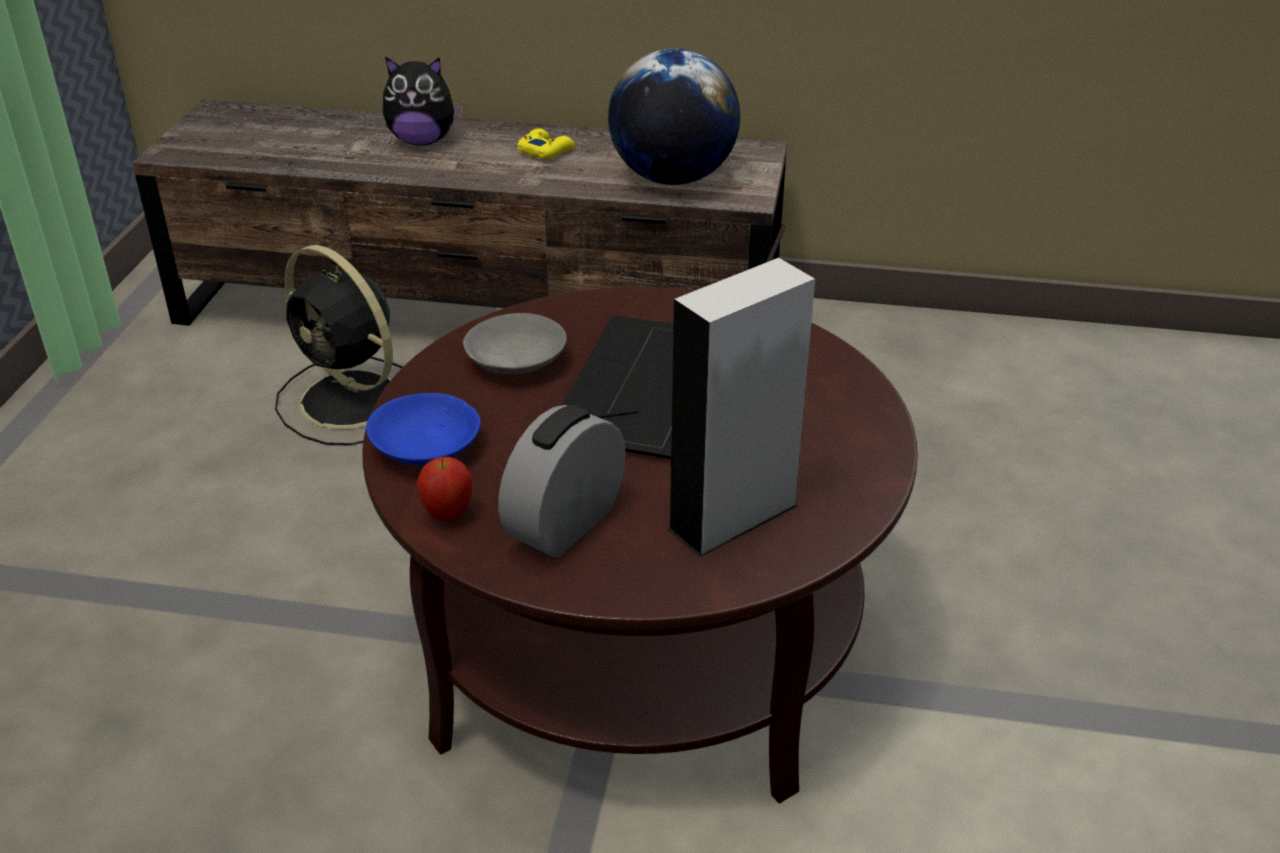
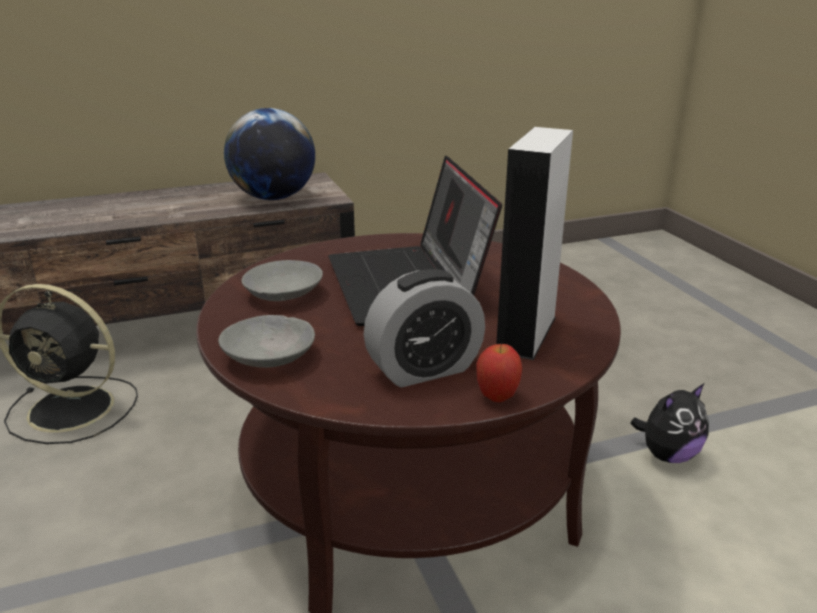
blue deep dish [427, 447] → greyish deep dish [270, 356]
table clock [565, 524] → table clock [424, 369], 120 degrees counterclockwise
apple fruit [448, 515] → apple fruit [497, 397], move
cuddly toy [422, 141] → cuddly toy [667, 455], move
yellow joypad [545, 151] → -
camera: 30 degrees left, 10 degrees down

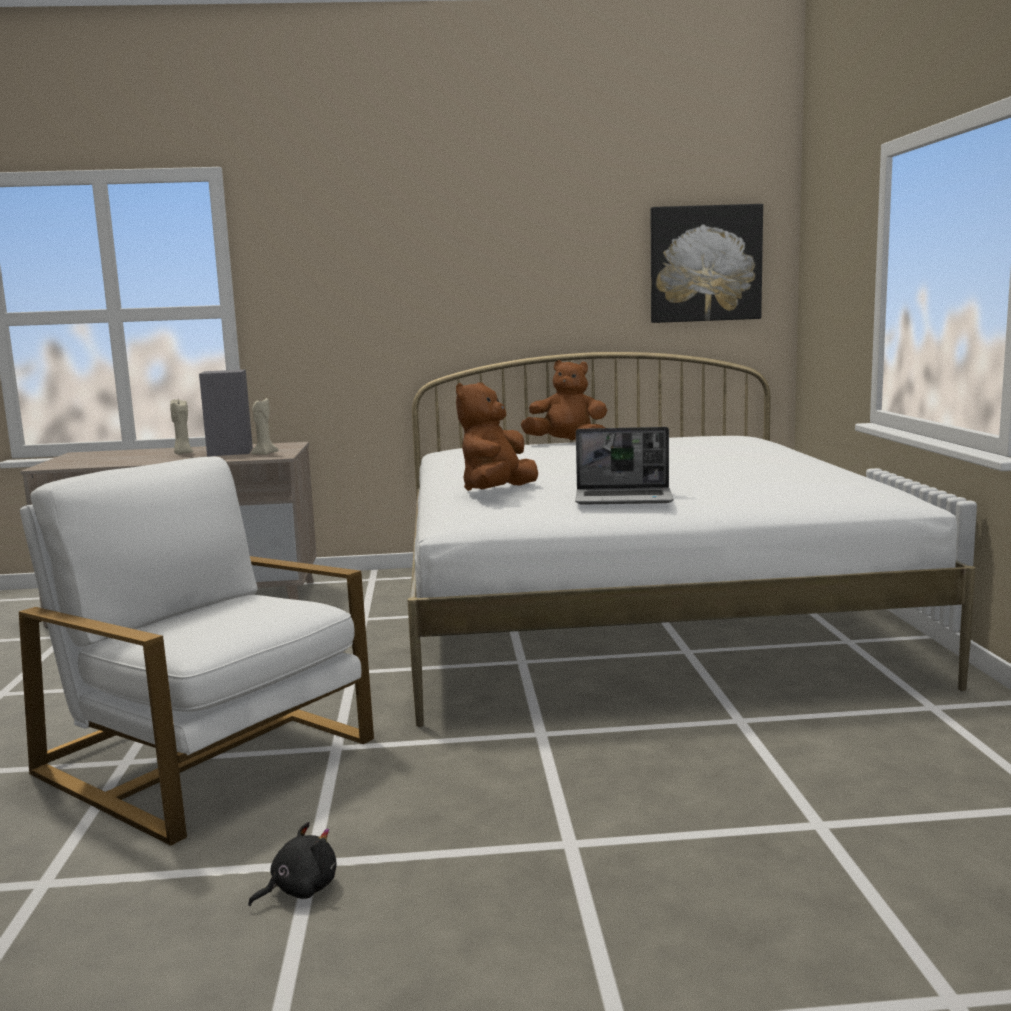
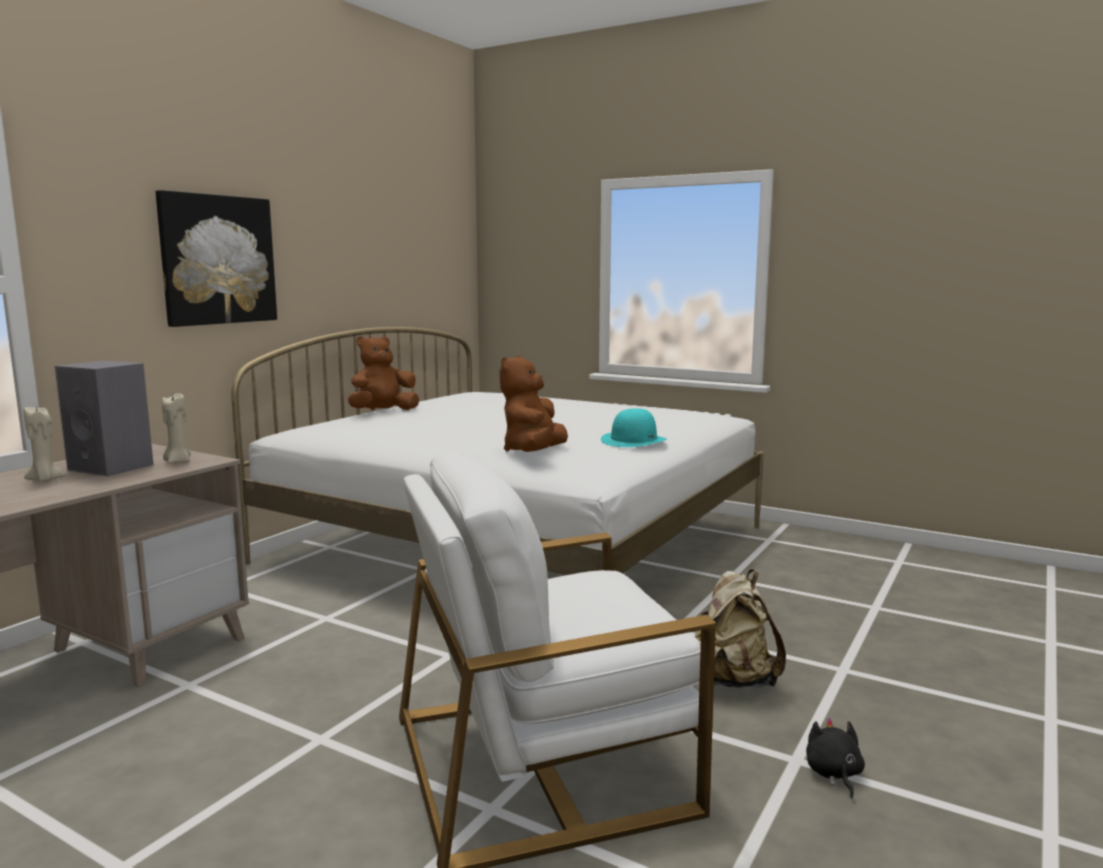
wall art [705, 264] → wall art [217, 260], move
brown-coloured cuddly toy [497, 492] → brown-coloured cuddly toy [533, 452], 45 degrees clockwise
notebook computer [624, 498] → turquoise-coloured wearable hat [633, 440]
- → beige-coloured backpack [732, 680]
camera: 55 degrees left, 0 degrees up

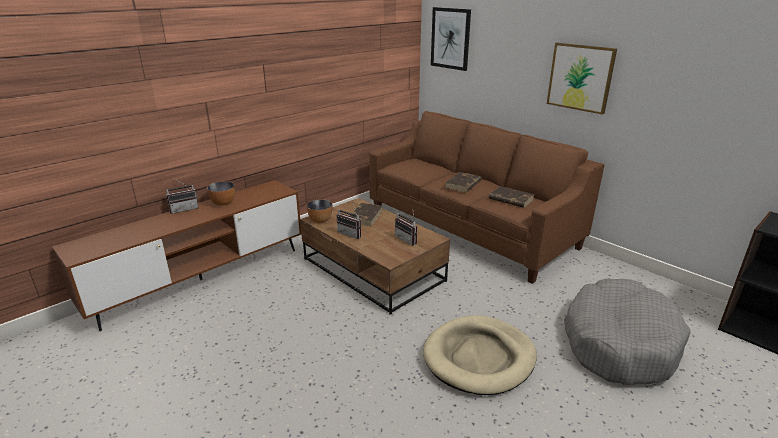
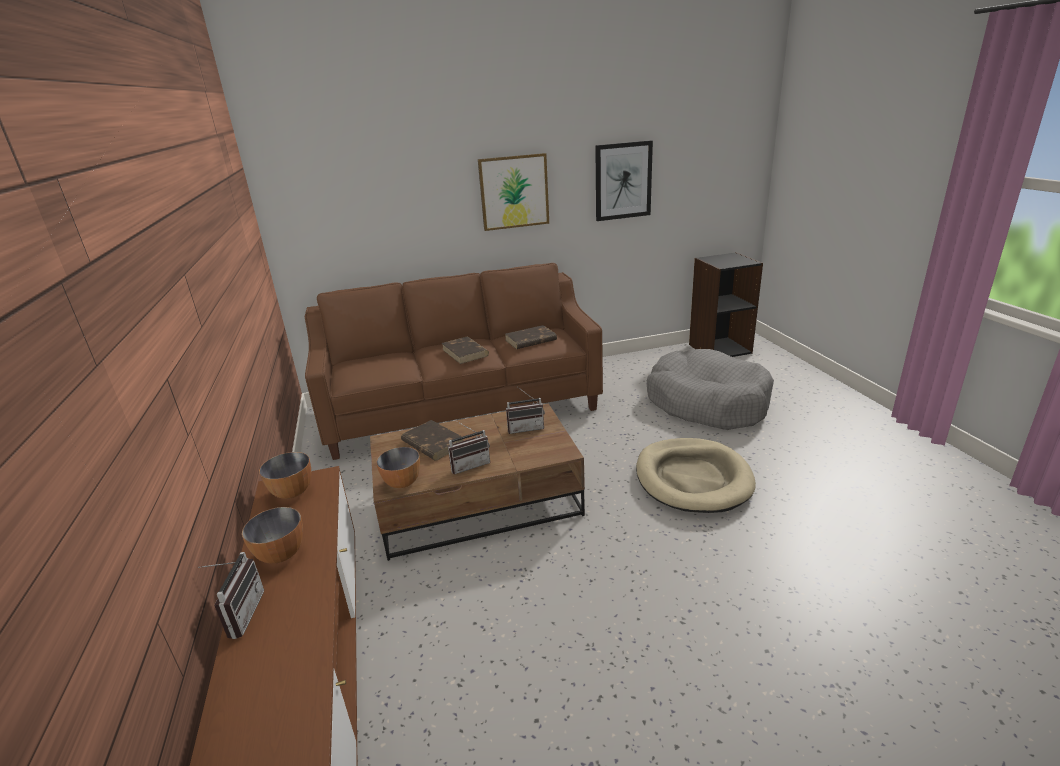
- → deep dish [293, 492]
wall art [450, 38] → wall art [623, 181], move
camera: 60 degrees left, 0 degrees up

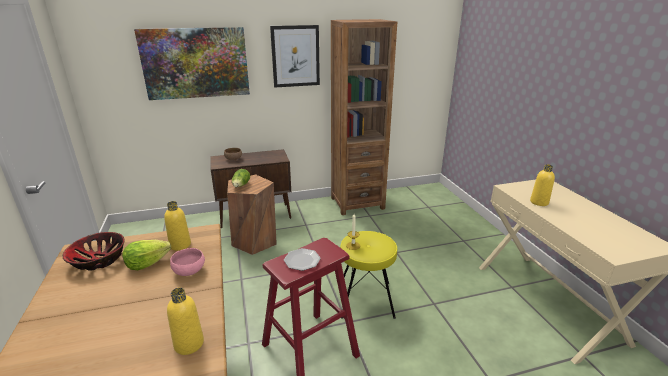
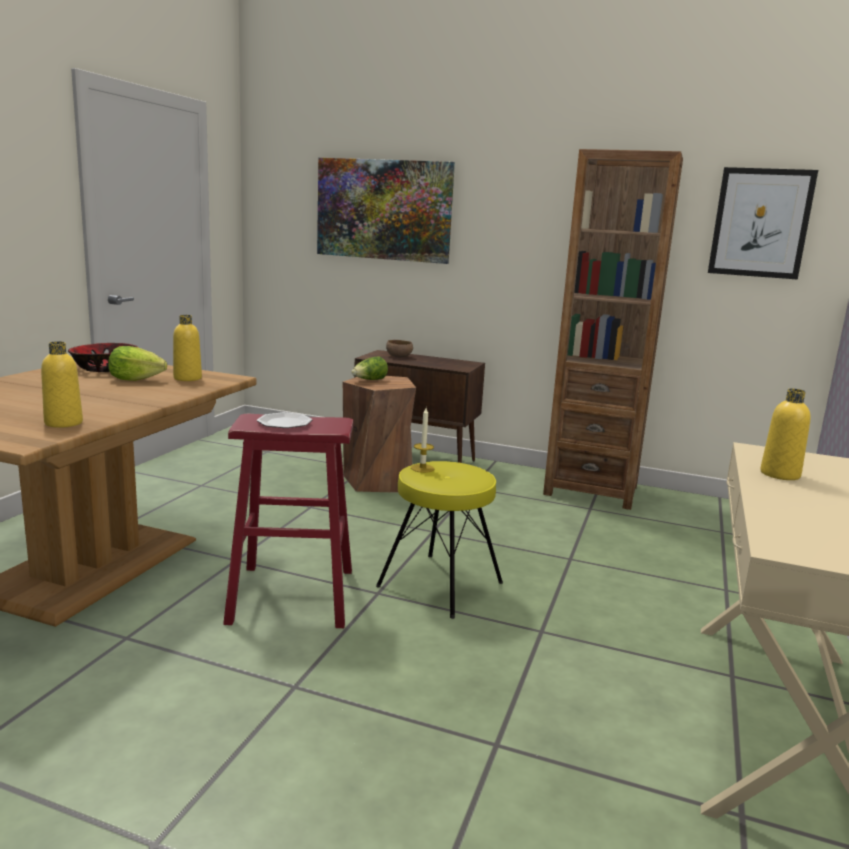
wall art [295, 56] → wall art [760, 223], move
pinkish deep dish [190, 271] → -
camera: 35 degrees right, 10 degrees down

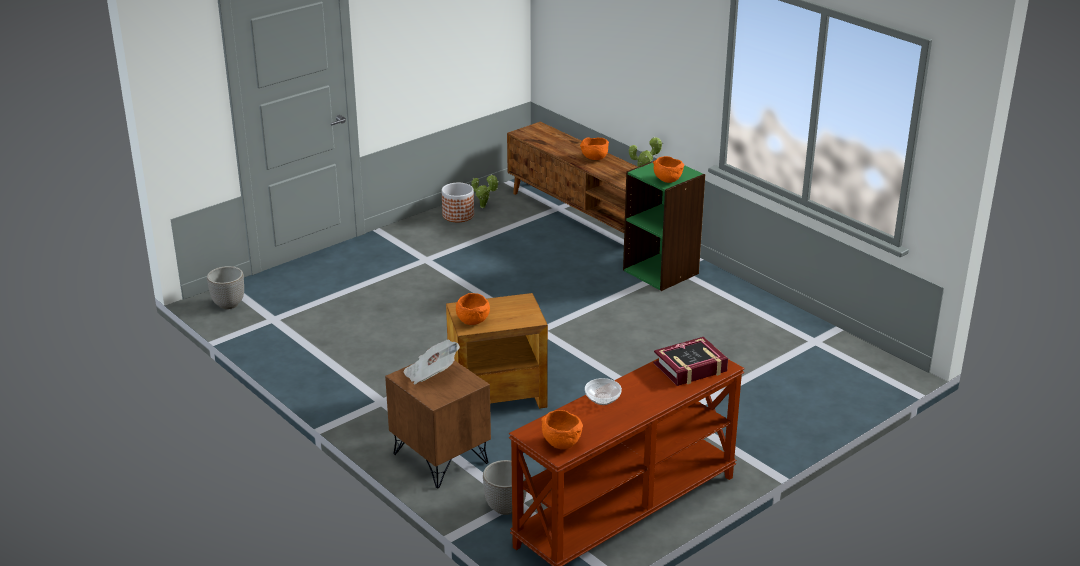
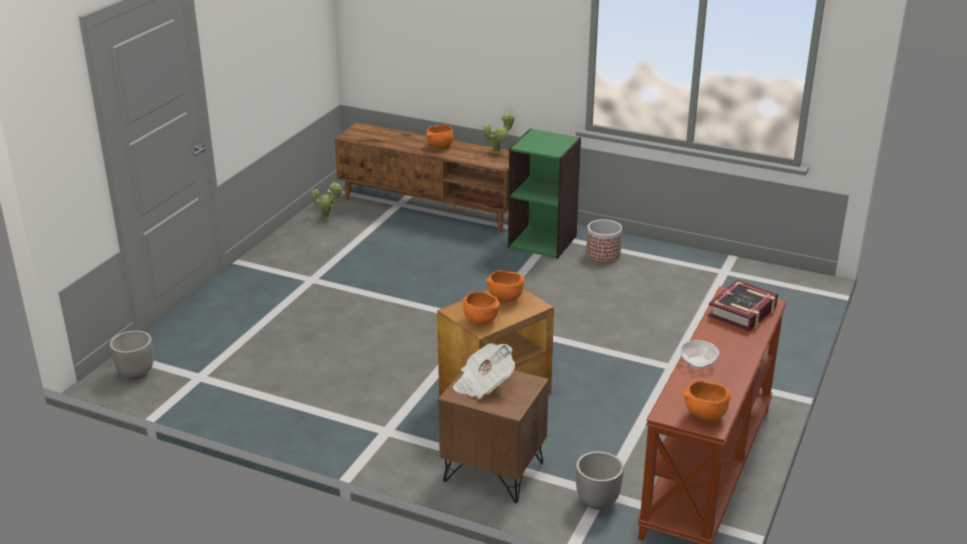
orangey deep dish [666, 180] → orangey deep dish [504, 299], move
planter [458, 215] → planter [602, 255], move
camera: 25 degrees left, 0 degrees up

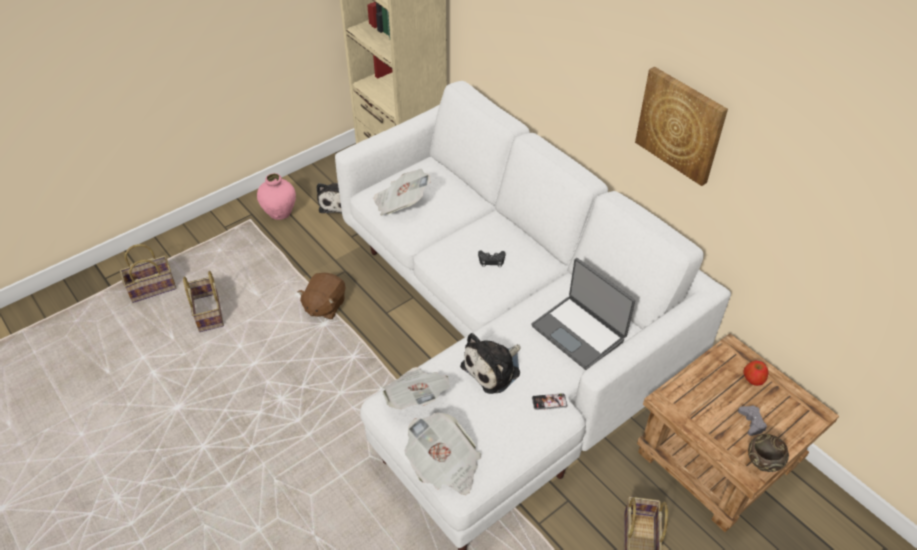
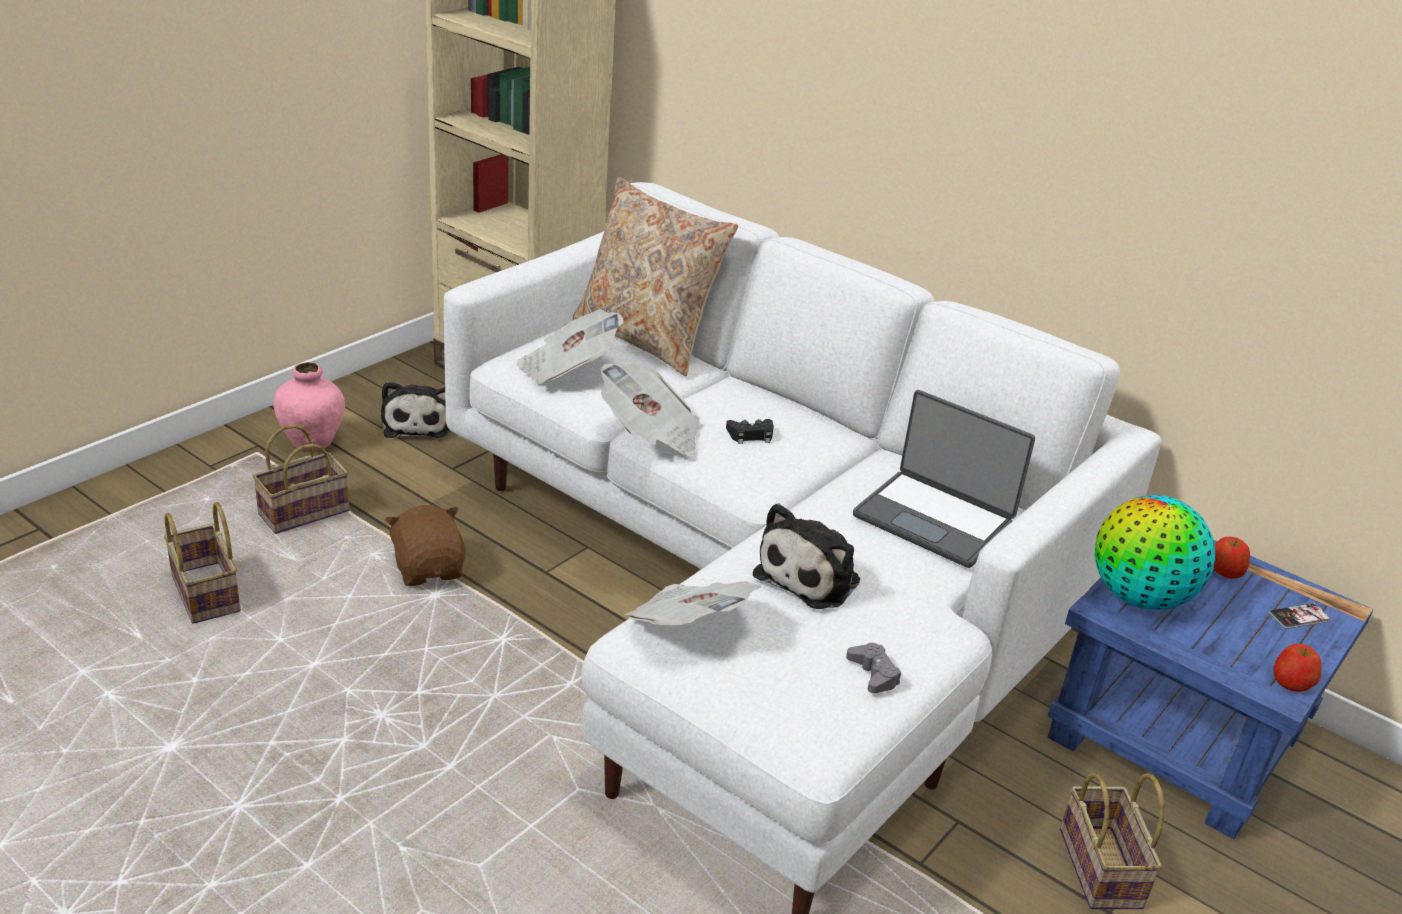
storage basket [153, 287] → storage basket [305, 511], move
brown-coloured cuddly toy [324, 306] → brown-coloured cuddly toy [429, 569], 150 degrees clockwise
- → beige-coloured pillow [647, 339]
newspaper [444, 465] → newspaper [650, 434], move
greyish joypad [751, 422] → greyish joypad [873, 674], move
brown-coloured end table [719, 459] → blue end table [1180, 735]
- → world globe [1139, 598]
phone [549, 402] → phone [1298, 617], move
brown-coloured deep dish [761, 464] → apple fruit [1292, 682]
wall art [681, 125] → -
camera: 15 degrees left, 15 degrees down

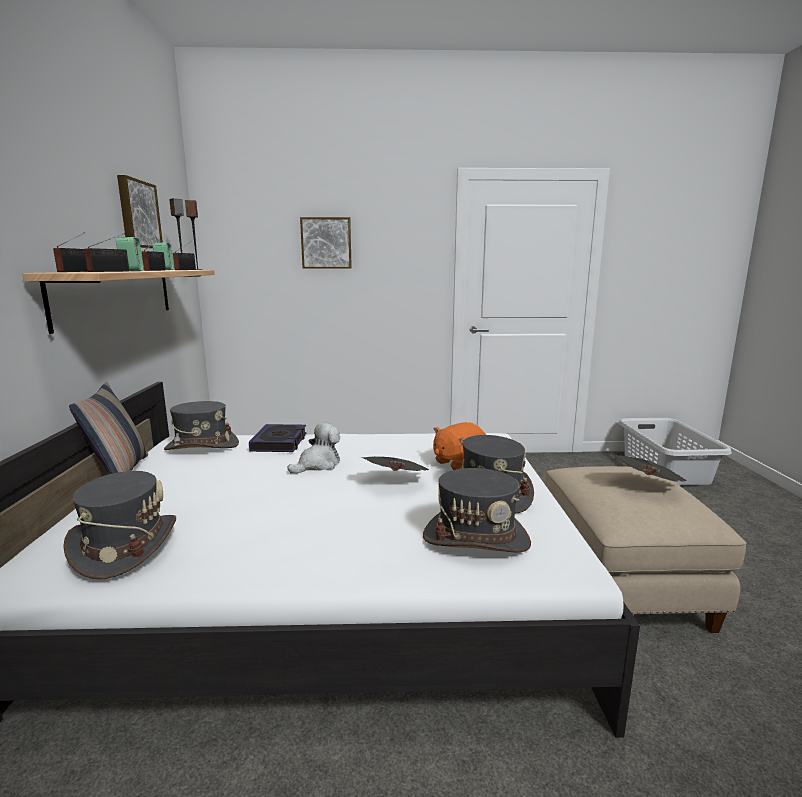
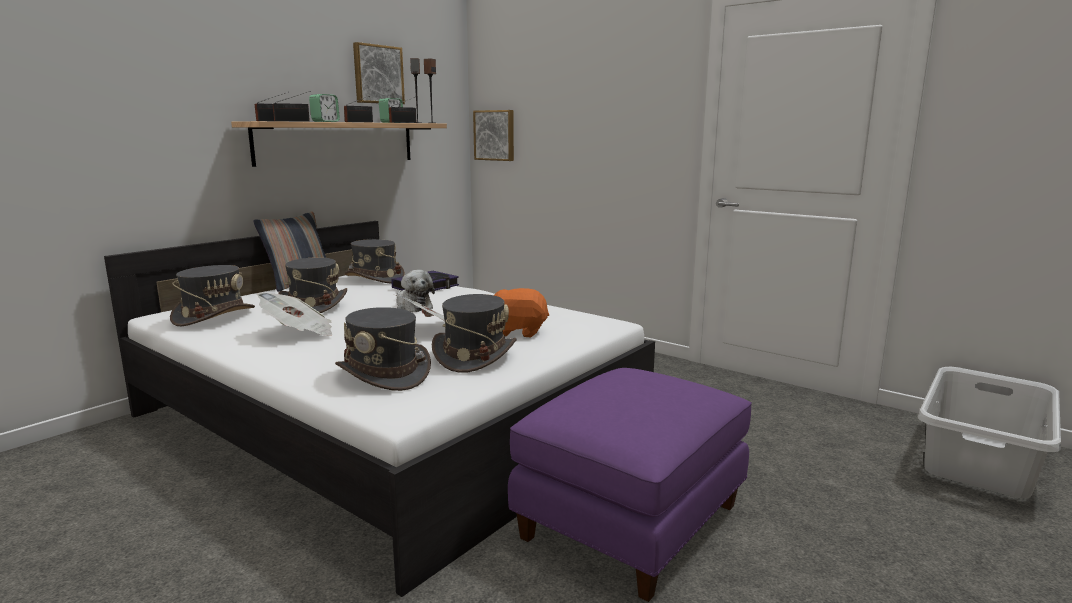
newspaper [648, 487] → newspaper [299, 333], move
- → greyish wearable hat [314, 305]
cuddly toy [318, 465] → cuddly toy [413, 306], 60 degrees clockwise
wall art [326, 243] → wall art [495, 135], move
beige-coloured footrest [619, 583] → purple-coloured footrest [630, 520]
camera: 40 degrees right, 0 degrees up

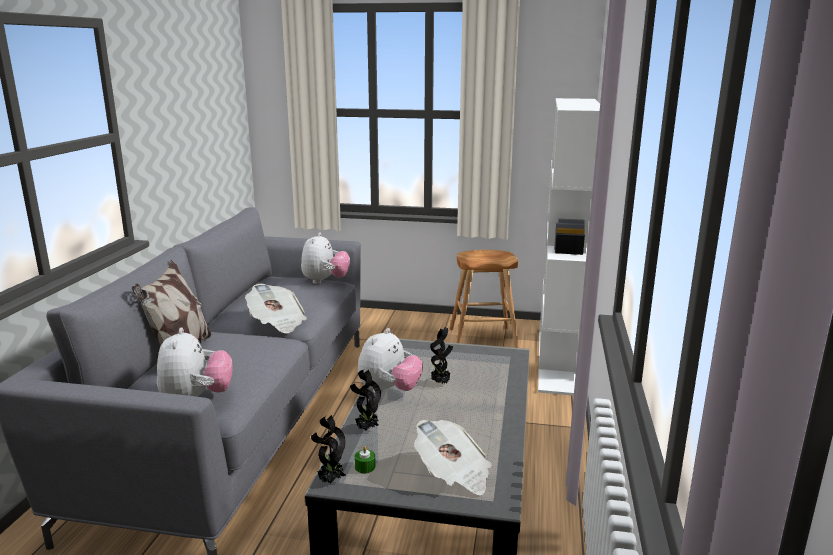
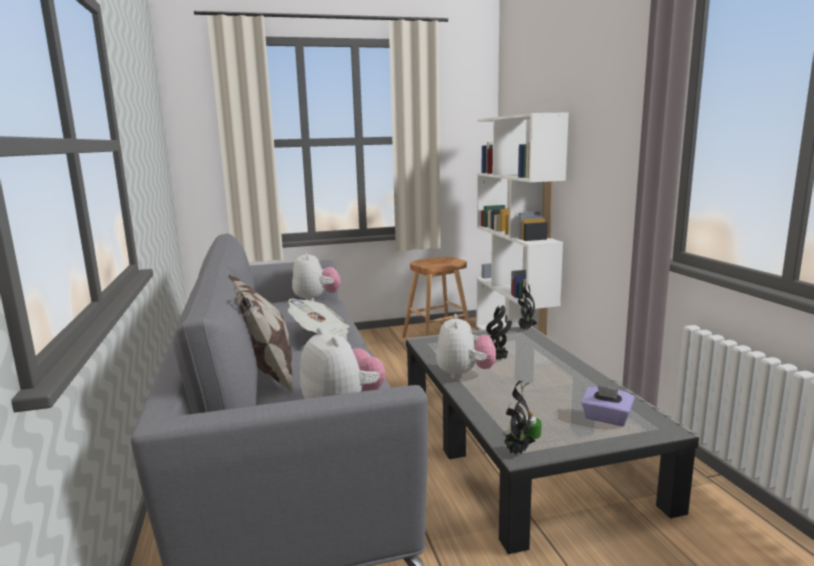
potted plant [366, 428] → potted plant [525, 329], move
newspaper [453, 474] → purple-coloured tissue holder [606, 418]
camera: 25 degrees left, 5 degrees down

